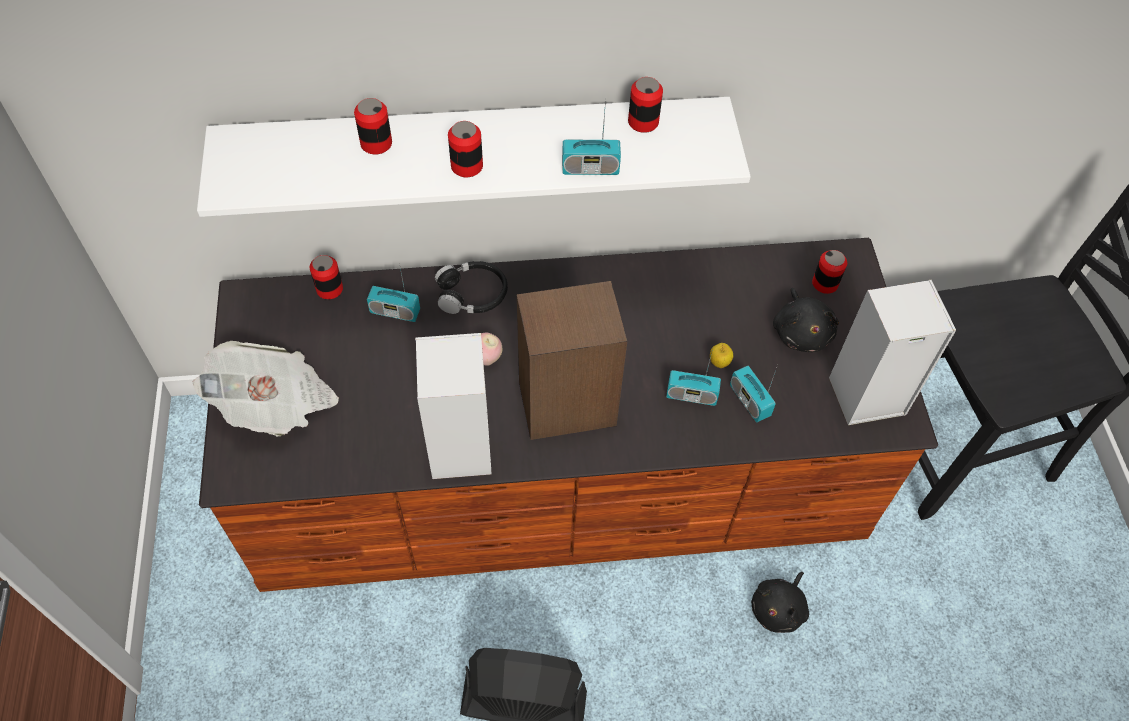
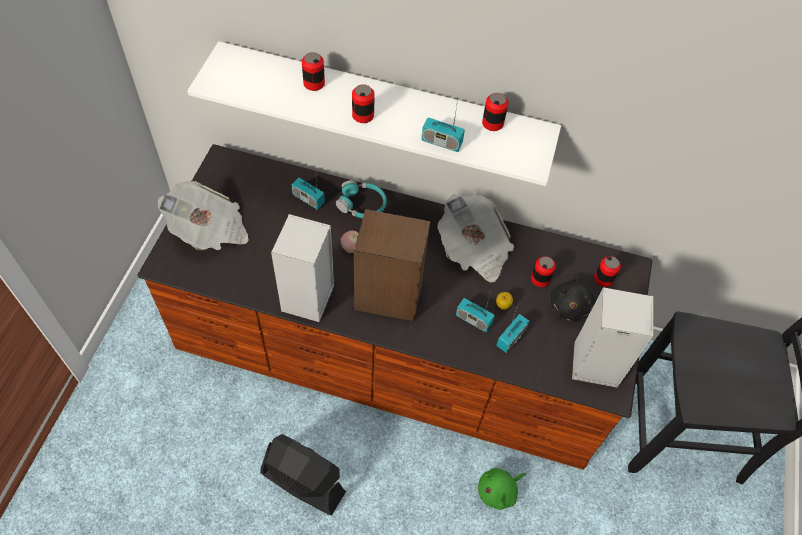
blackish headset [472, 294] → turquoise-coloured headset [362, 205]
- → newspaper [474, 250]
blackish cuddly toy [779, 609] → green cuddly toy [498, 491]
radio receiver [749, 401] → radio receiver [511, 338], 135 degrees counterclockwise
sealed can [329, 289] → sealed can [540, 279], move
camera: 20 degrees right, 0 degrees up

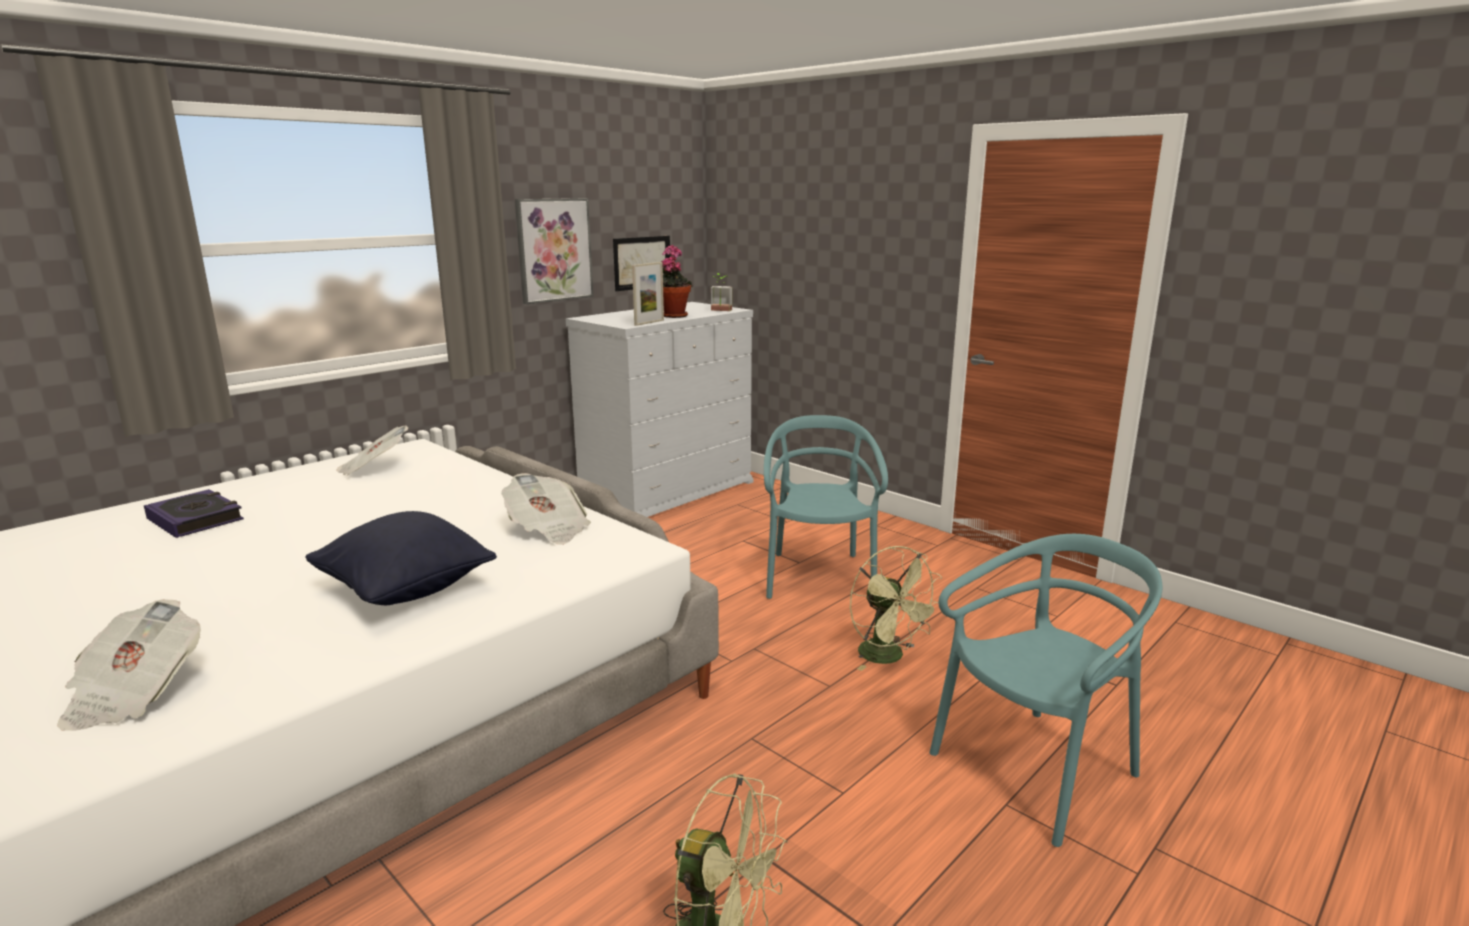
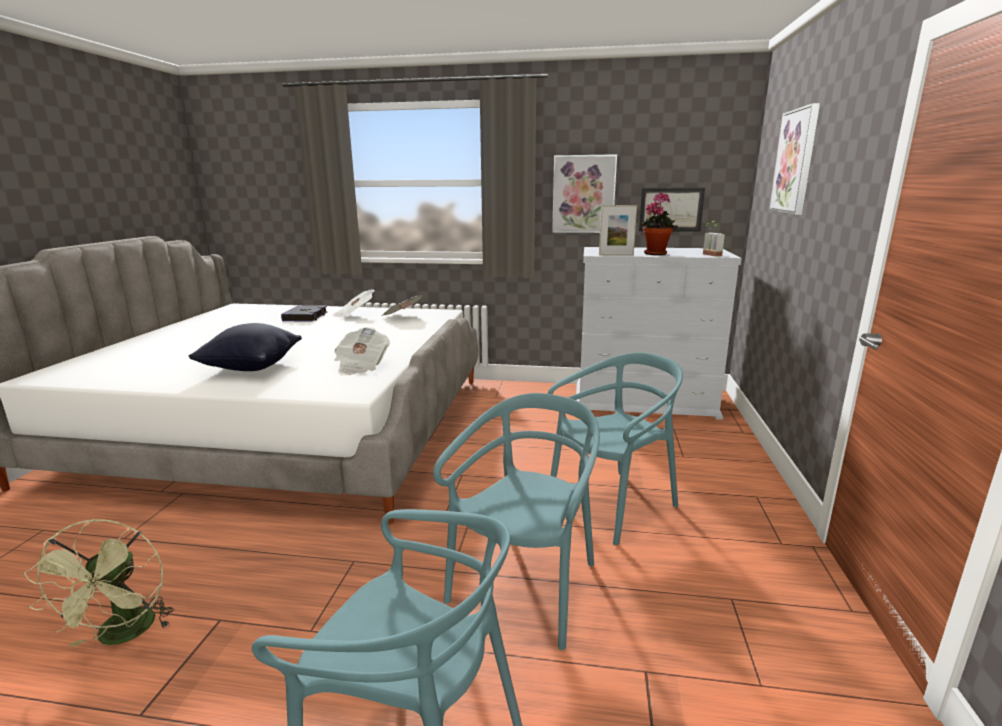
newspaper [134, 694] → newspaper [354, 315], move
green electric fan [888, 657] → turquoise-coloured upright chair [526, 586]
- → wall art [795, 162]
camera: 55 degrees right, 0 degrees up

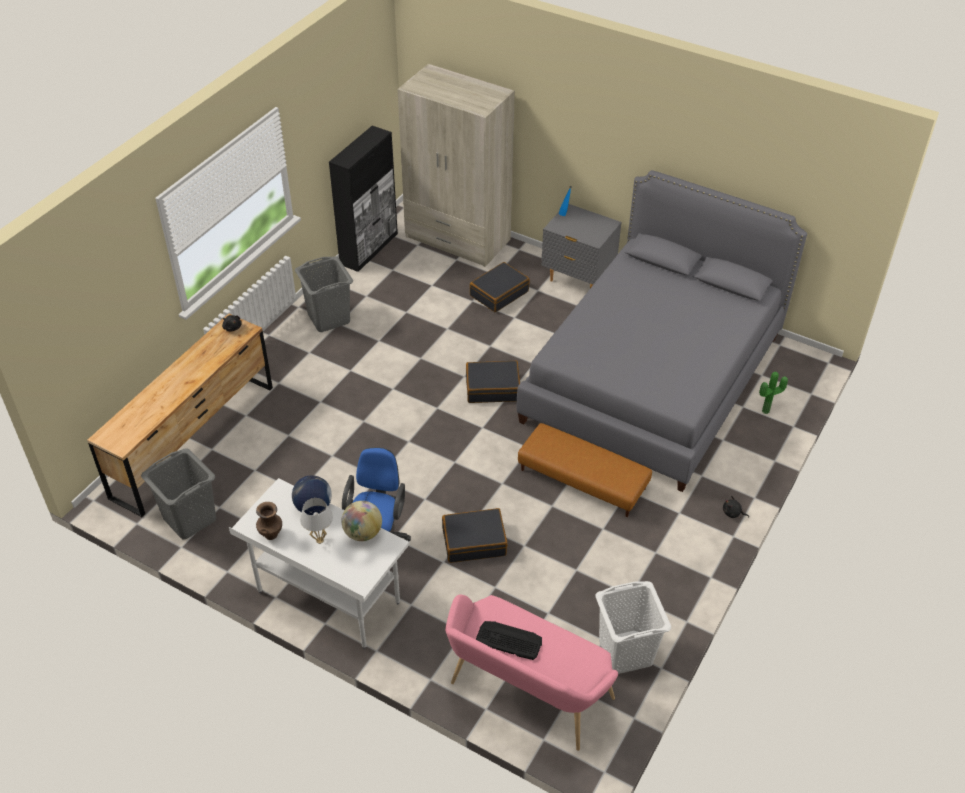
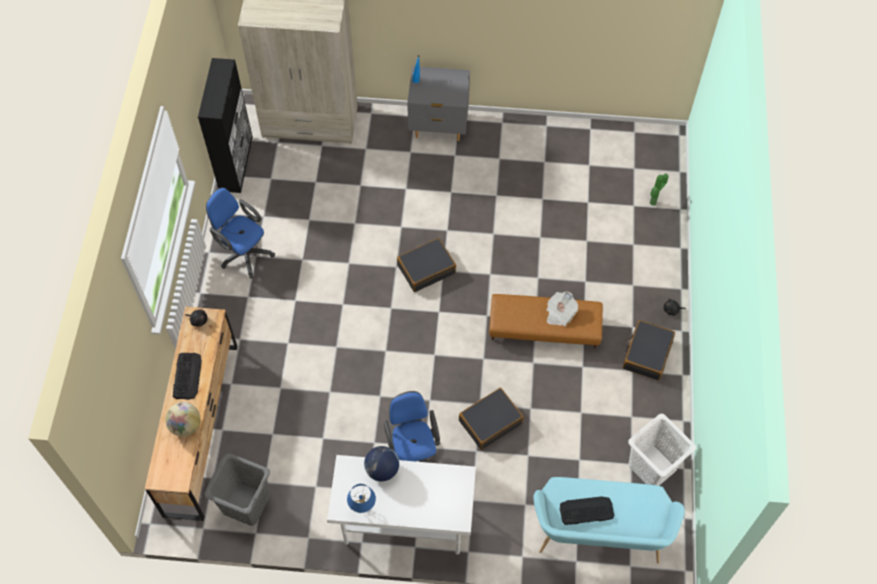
world globe [363, 533] → world globe [186, 426], move
- → keyboard [187, 376]
greyish washing basket [329, 318] → blue desk chair [244, 253]
brown-coloured vase [271, 534] → blue tabletop lamp [363, 509]
pinkish bench [525, 695] → turquoise-coloured bench [599, 536]
- → newspaper [559, 313]
blackish suitcase [499, 293] → blackish suitcase [647, 354], move
whitish tabletop lamp [320, 540] → -
greyish bedroom bed [653, 378] → -
camera: 25 degrees left, 15 degrees up

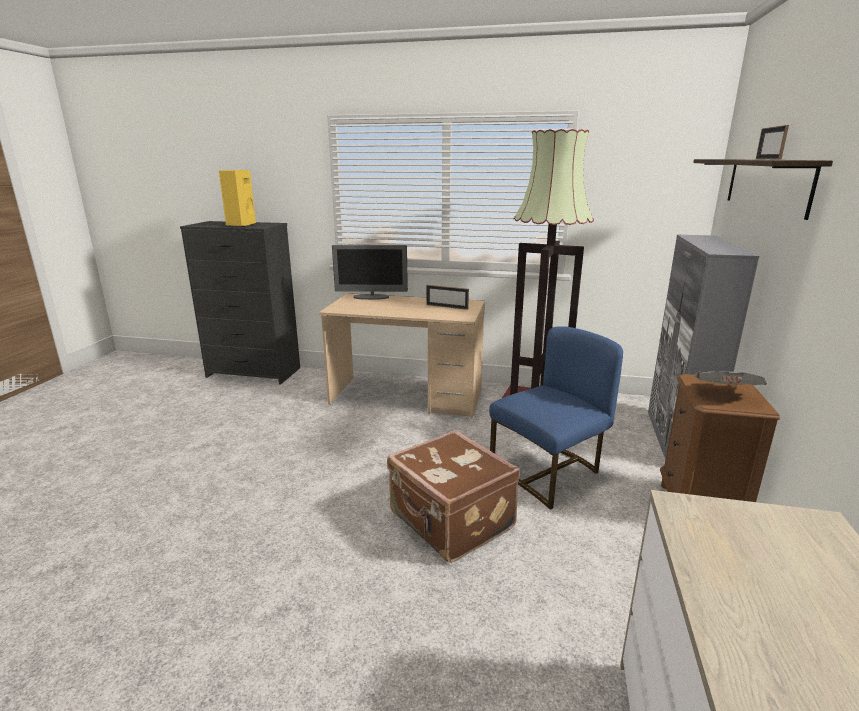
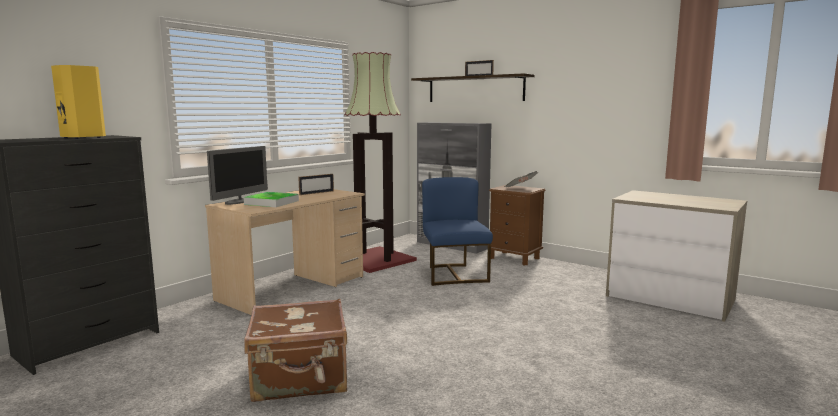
- → serving tray [271, 202]
brown-coloured suitcase [450, 522] → brown-coloured suitcase [300, 379], move
camera: 65 degrees left, 10 degrees down

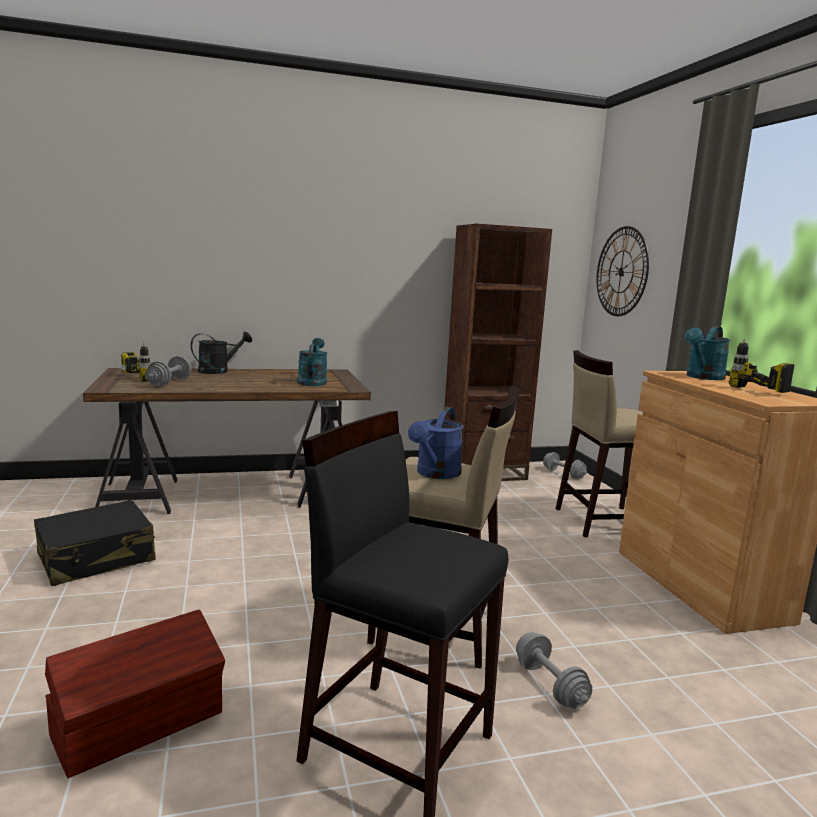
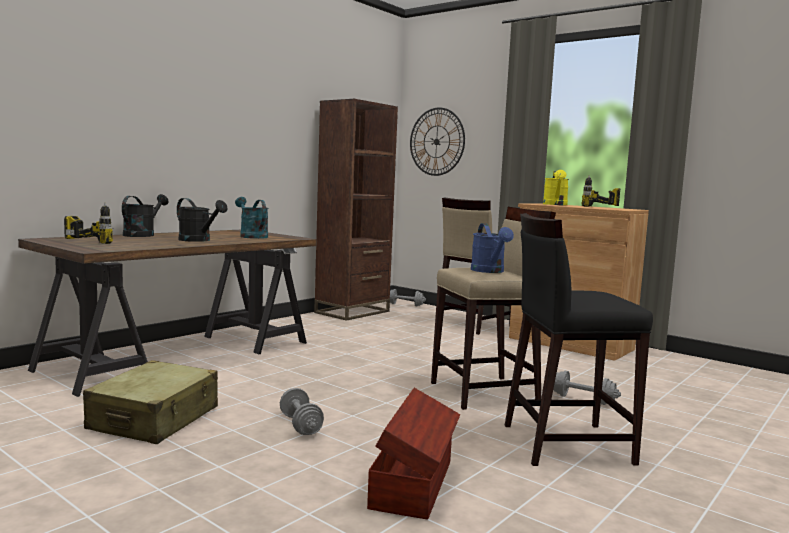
blackish suitcase [97, 558] → beige-coloured suitcase [155, 419]
- → blackish watering pot [199, 240]
greyish free weight [169, 382] → greyish free weight [300, 425], move
turquoise-coloured watering pot [702, 377] → yellow watering pot [555, 204]
camera: 35 degrees left, 5 degrees down

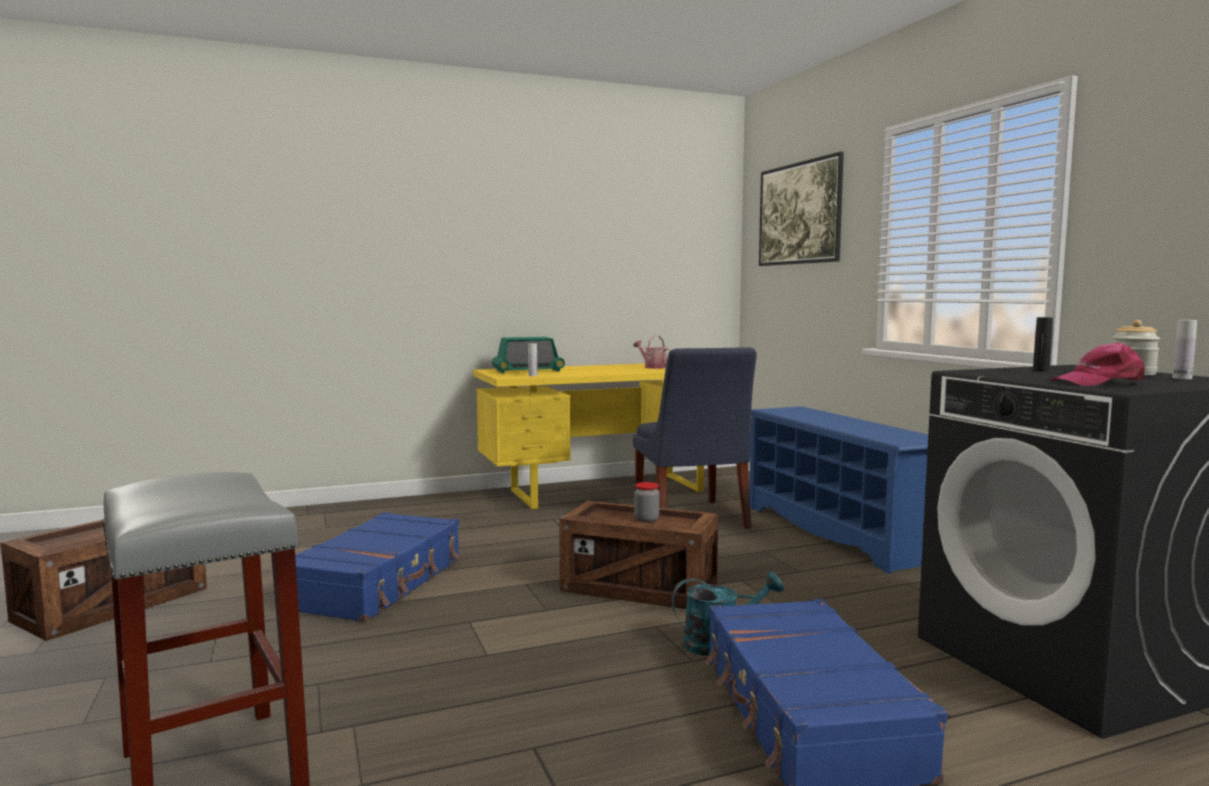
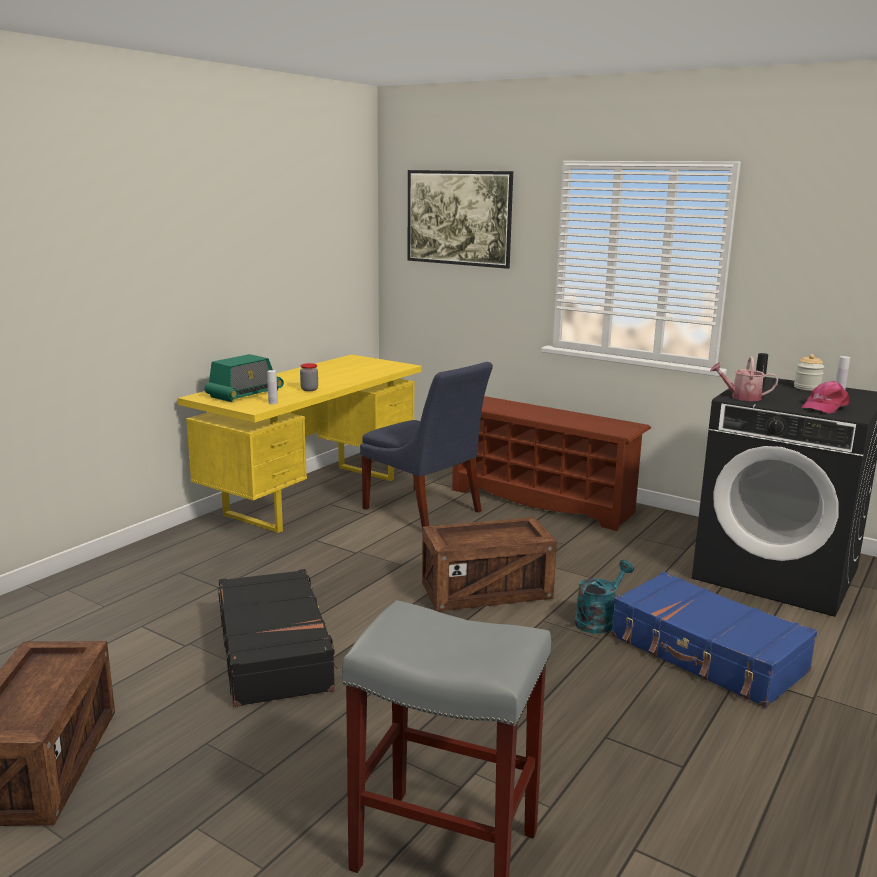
blue suitcase [378, 583] → blackish suitcase [275, 651]
storage jar [646, 519] → storage jar [309, 389], move
blue shoe rack [839, 532] → brown-coloured shoe rack [543, 501]
watering pot [653, 367] → watering pot [741, 397], move
camera: 35 degrees left, 10 degrees up

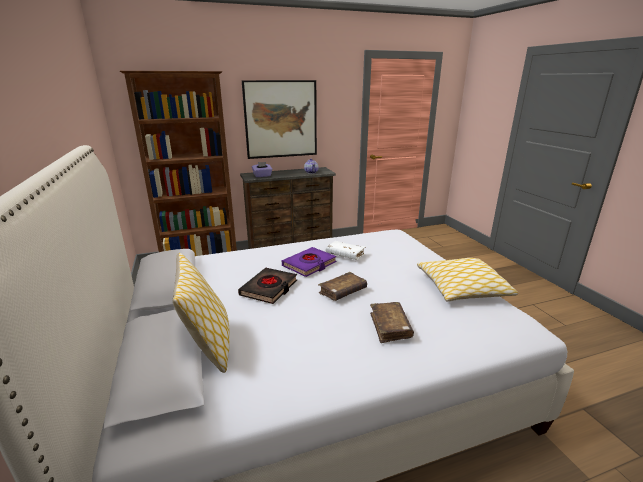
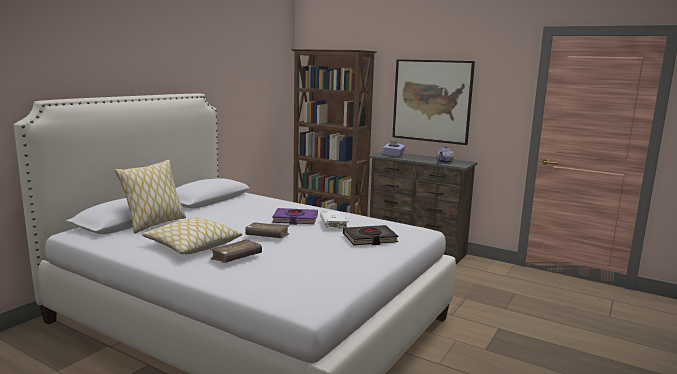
pillow [462, 288] → pillow [192, 246], move
blackish bound book [269, 288] → blackish bound book [369, 239], move
camera: 50 degrees right, 10 degrees down

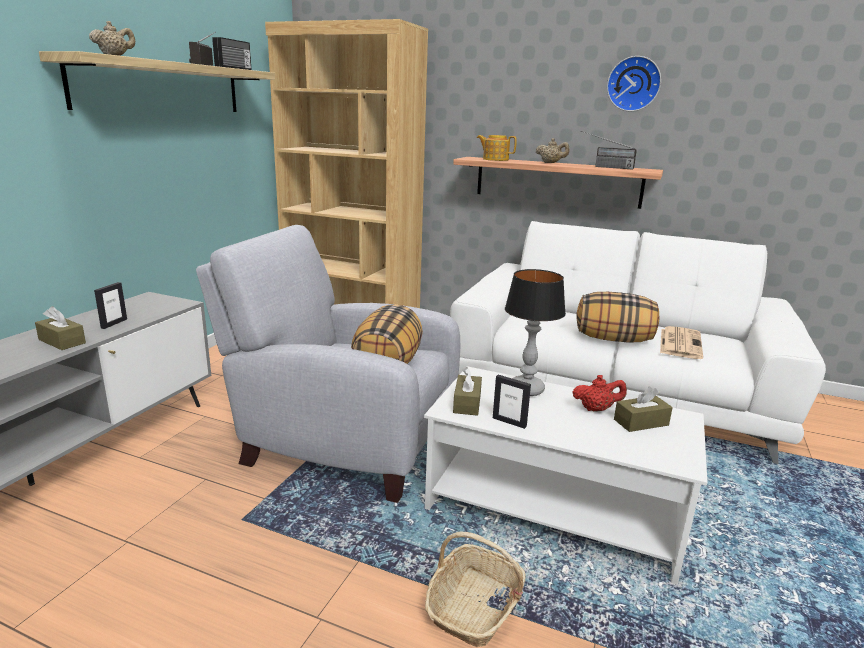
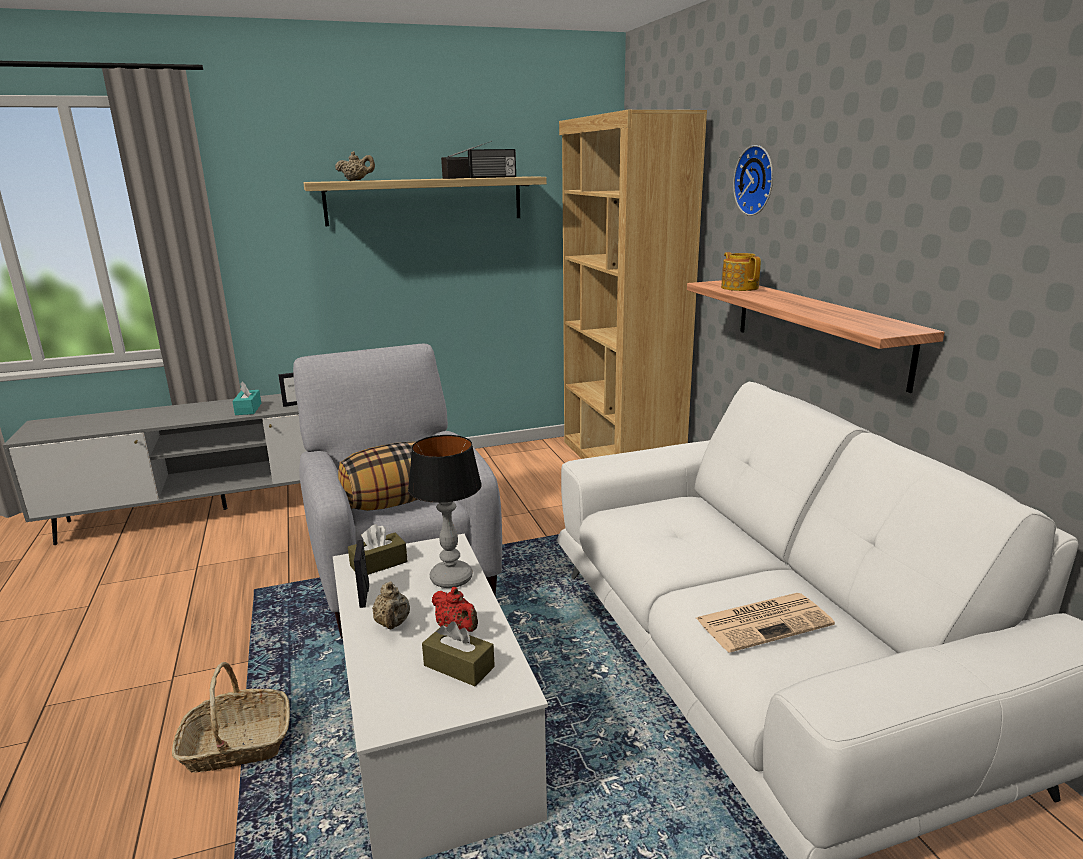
brown-coloured tissue holder [62, 341] → turquoise-coloured tissue holder [248, 409]
beige-coloured tea pot [551, 163] → beige-coloured tea pot [392, 624], move
wall clock [633, 84] → wall clock [757, 180], move
pillow [613, 339] → -
radio receiver [604, 167] → -
camera: 50 degrees right, 0 degrees up

